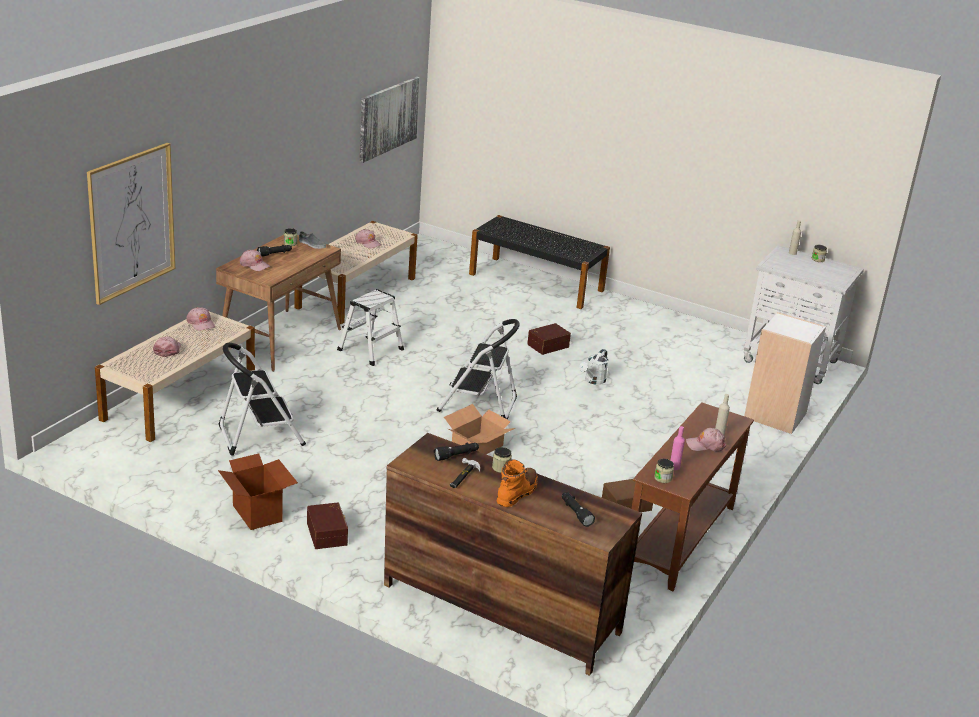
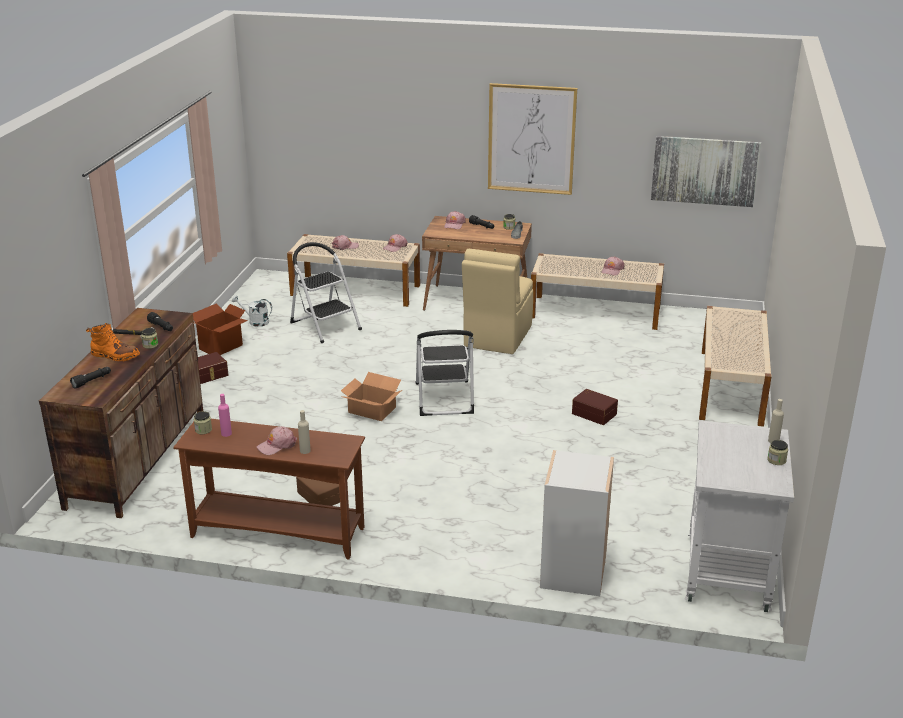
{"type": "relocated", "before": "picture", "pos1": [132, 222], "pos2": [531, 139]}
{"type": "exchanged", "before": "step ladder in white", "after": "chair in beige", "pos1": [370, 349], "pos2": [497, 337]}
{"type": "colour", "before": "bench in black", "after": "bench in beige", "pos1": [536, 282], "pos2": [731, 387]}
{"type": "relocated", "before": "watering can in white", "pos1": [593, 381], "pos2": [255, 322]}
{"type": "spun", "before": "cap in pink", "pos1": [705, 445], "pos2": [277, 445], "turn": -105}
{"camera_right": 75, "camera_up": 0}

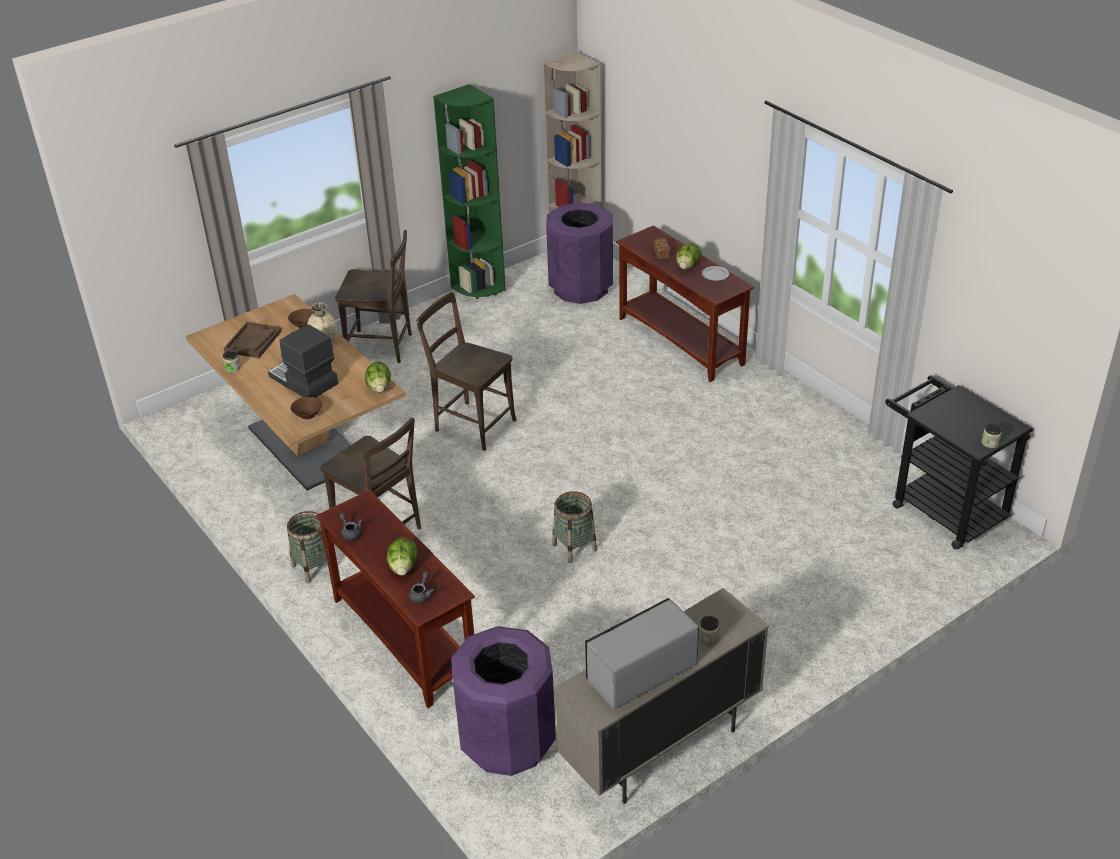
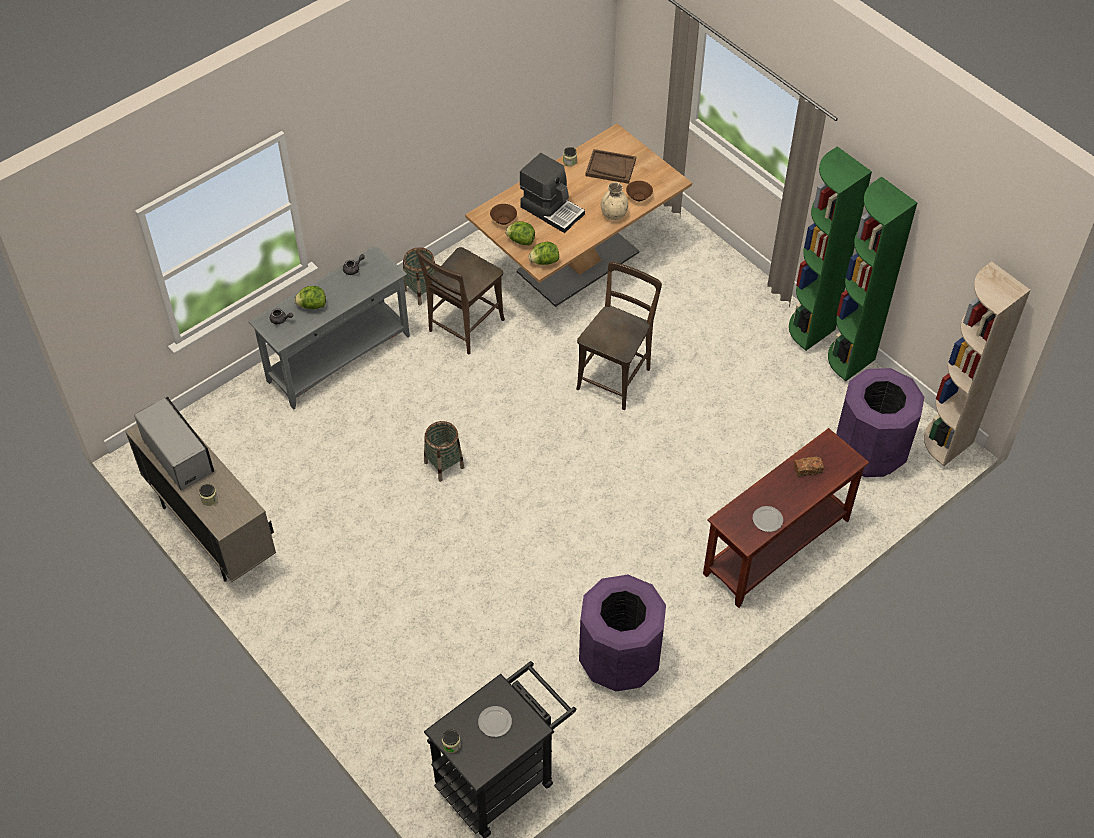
{"type": "spun", "before": "coffee machine", "pos1": [303, 381], "pos2": [552, 210], "turn": 90}
{"type": "colour", "before": "console table in brown", "after": "console table in grey", "pos1": [403, 638], "pos2": [339, 358]}
{"type": "missing", "before": "chair in brown", "pos1": [383, 347]}
{"type": "relocated", "before": "trash can in purple", "pos1": [508, 742], "pos2": [619, 660]}
{"type": "relocated", "before": "lettuce", "pos1": [687, 266], "pos2": [520, 241]}
{"type": "appeared", "after": "plate", "pos2": [494, 722]}
{"type": "appeared", "after": "bookcase in green", "pos2": [807, 332]}
{"camera_right": 85, "camera_up": 15}

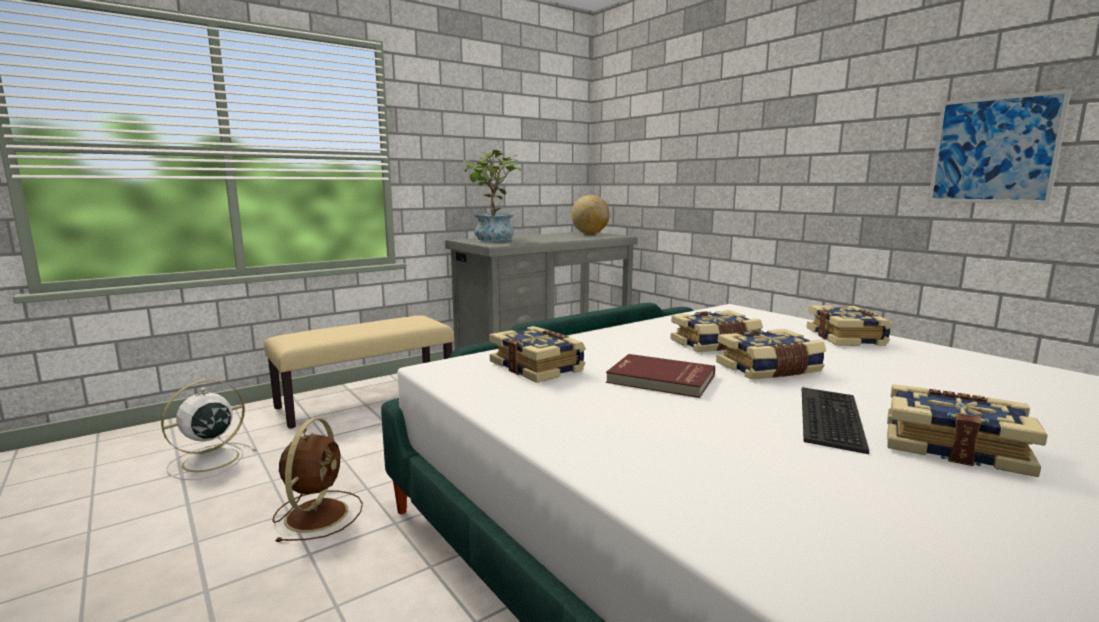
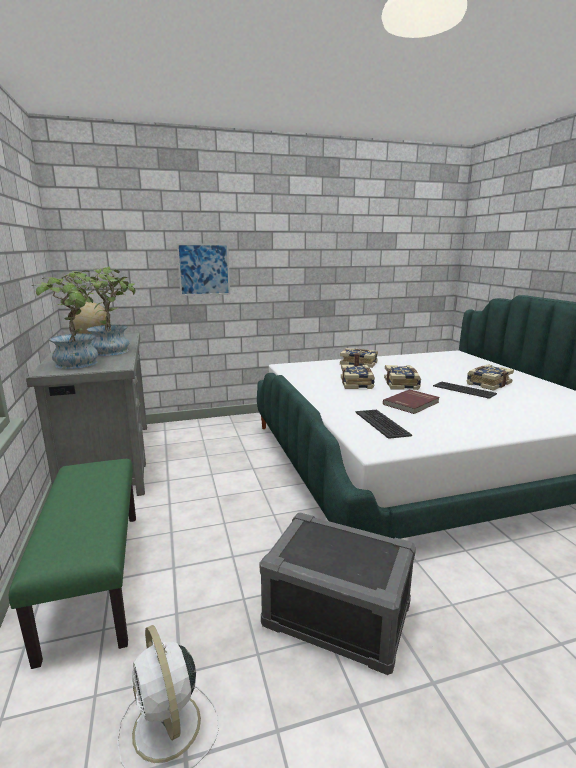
{"type": "colour", "before": "bench in beige", "after": "bench in green", "pos1": [367, 399], "pos2": [93, 577]}
{"type": "exchanged", "before": "fan in brown", "after": "storage box in grey", "pos1": [318, 513], "pos2": [336, 616]}
{"type": "exchanged", "before": "book", "after": "keyboard", "pos1": [538, 367], "pos2": [382, 424]}
{"type": "relocated", "before": "picture", "pos1": [993, 150], "pos2": [204, 269]}
{"type": "appeared", "after": "potted plant", "pos2": [114, 350]}
{"camera_right": -70, "camera_up": 5}

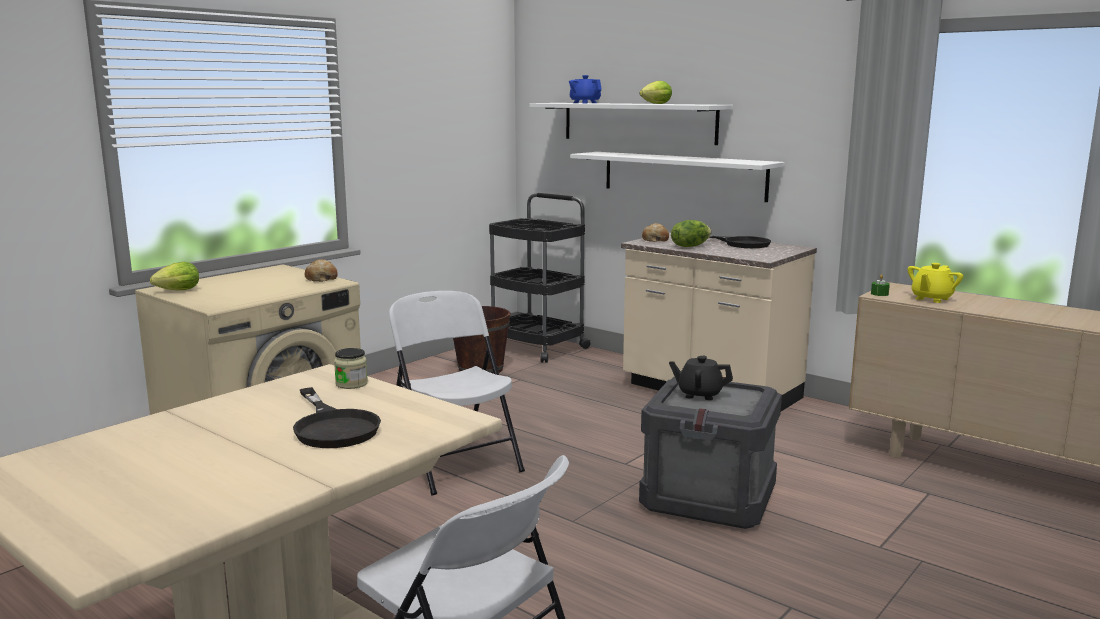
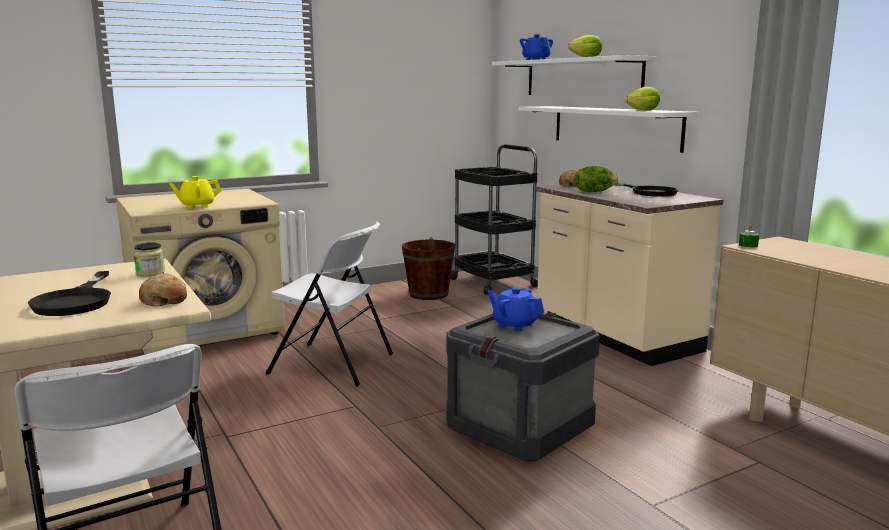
{"type": "relocated", "before": "lettuce", "pos1": [175, 291], "pos2": [641, 110]}
{"type": "relocated", "before": "bread", "pos1": [321, 278], "pos2": [164, 300]}
{"type": "spun", "before": "chair in white", "pos1": [454, 462], "pos2": [331, 364], "turn": 120}
{"type": "colour", "before": "teapot in black", "after": "teapot in blue", "pos1": [699, 394], "pos2": [514, 325]}
{"type": "relocated", "before": "teapot in yellow", "pos1": [931, 299], "pos2": [197, 206]}
{"camera_right": 20, "camera_up": 0}

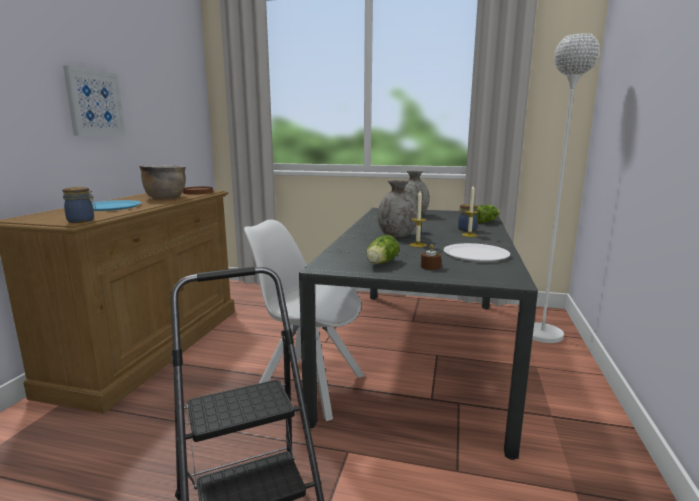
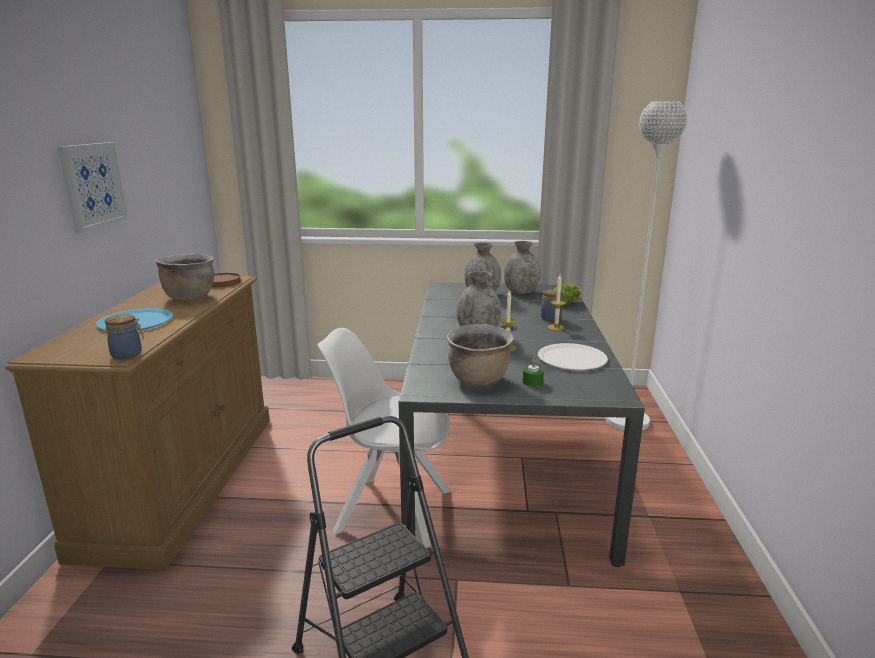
{"type": "exchanged", "before": "lettuce", "after": "cooking pot in brown", "pos1": [380, 263], "pos2": [479, 380]}
{"type": "colour", "before": "candle in brown", "after": "candle in green", "pos1": [430, 267], "pos2": [532, 382]}
{"type": "appeared", "after": "vase in grey", "pos2": [520, 292]}
{"camera_right": -10, "camera_up": 5}

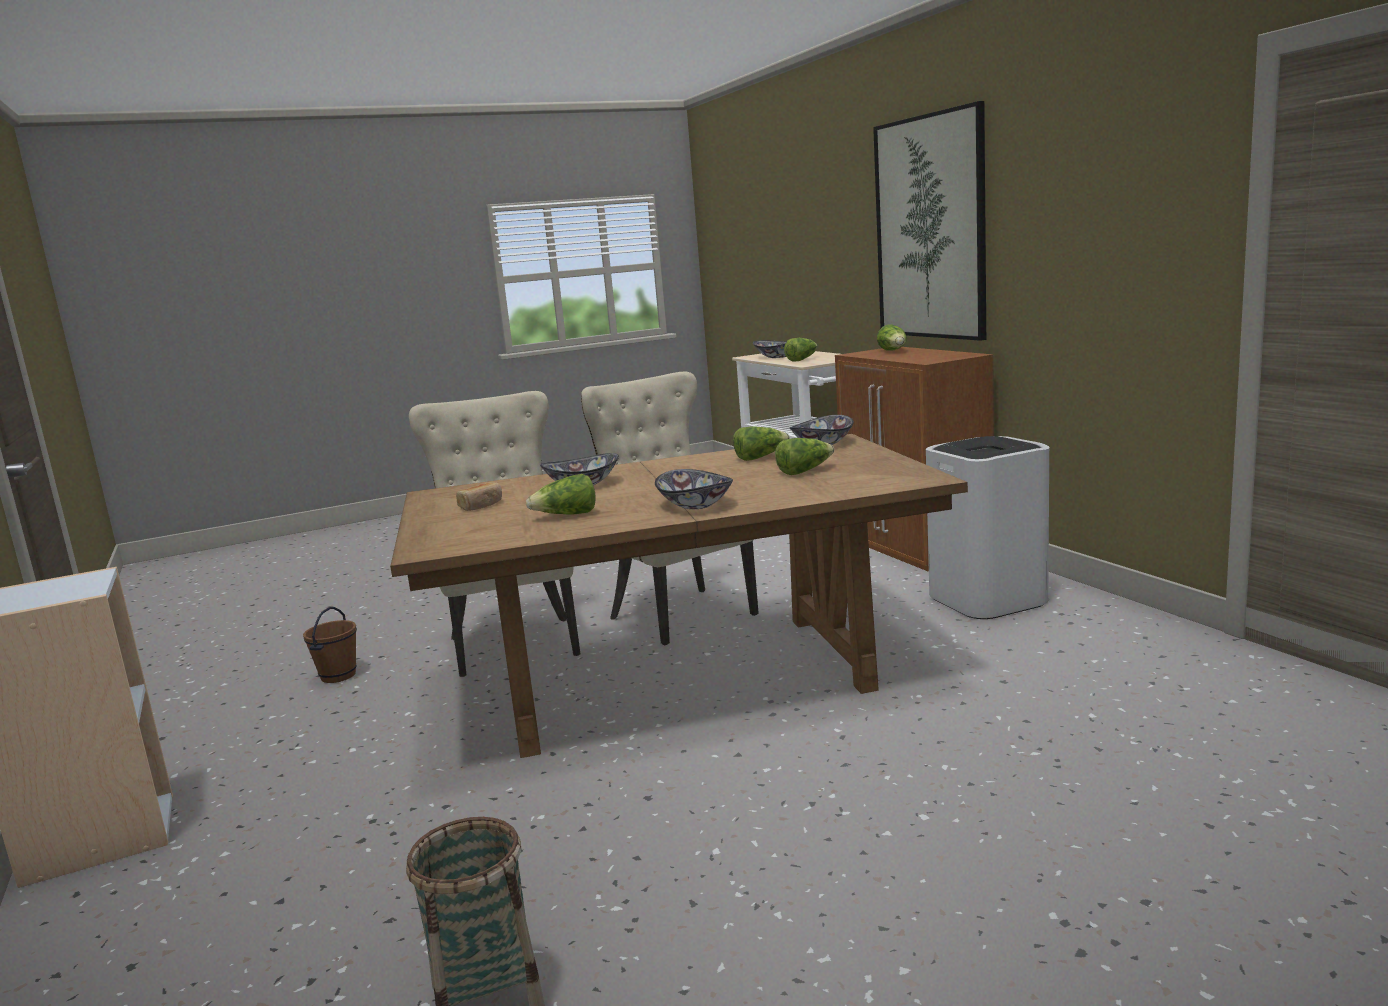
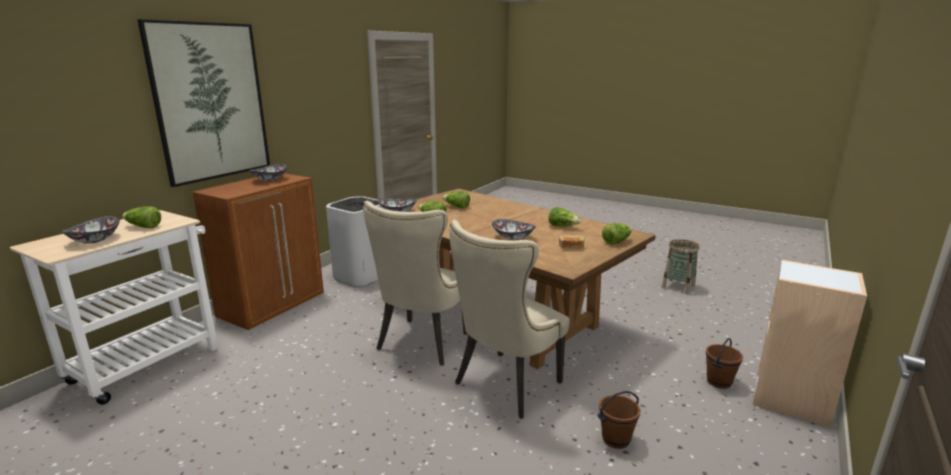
{"type": "relocated", "before": "bowl", "pos1": [696, 505], "pos2": [269, 179]}
{"type": "relocated", "before": "lettuce", "pos1": [894, 351], "pos2": [616, 242]}
{"type": "appeared", "after": "bucket in brown", "pos2": [719, 382]}
{"camera_right": -125, "camera_up": 5}

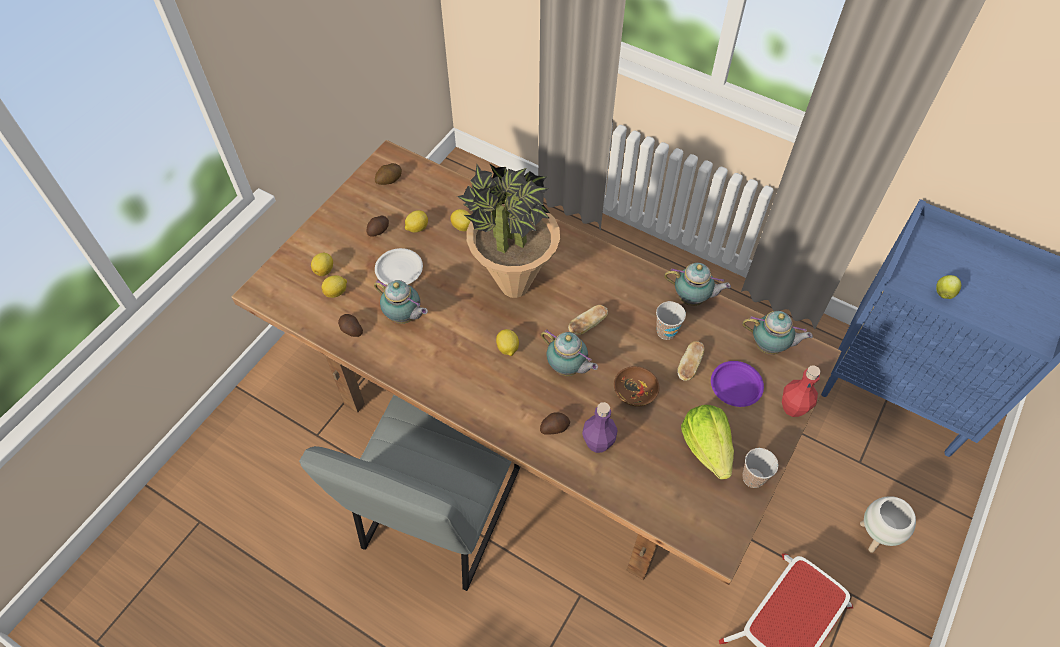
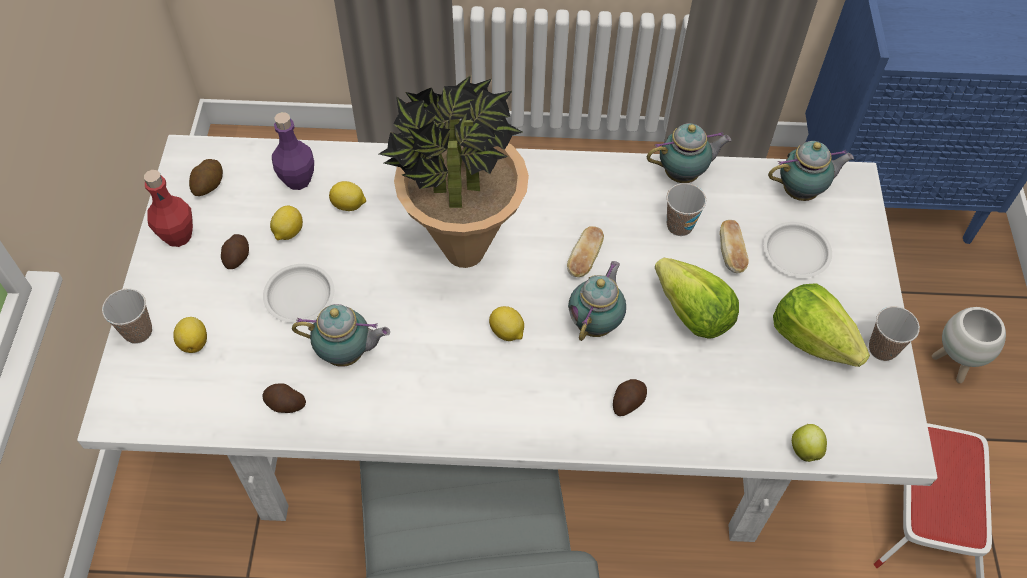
{"type": "colour", "before": "dining table in brown", "after": "dining table in white", "pos1": [527, 418], "pos2": [508, 420]}
{"type": "missing", "before": "lemon", "pos1": [336, 292]}
{"type": "spun", "before": "teapot", "pos1": [567, 368], "pos2": [596, 323], "turn": -75}
{"type": "relocated", "before": "bottle in purple", "pos1": [598, 443], "pos2": [298, 180]}
{"type": "exchanged", "before": "bowl in brown", "after": "lettuce", "pos1": [634, 392], "pos2": [691, 314]}
{"type": "colour", "before": "plate in purple", "after": "plate in white", "pos1": [735, 386], "pos2": [796, 253]}
{"type": "relocated", "before": "bottle in red", "pos1": [793, 408], "pos2": [178, 236]}
{"type": "relocated", "before": "apple", "pos1": [944, 293], "pos2": [805, 449]}
{"type": "appeared", "after": "cup", "pos2": [138, 332]}
{"camera_right": -30, "camera_up": 0}

